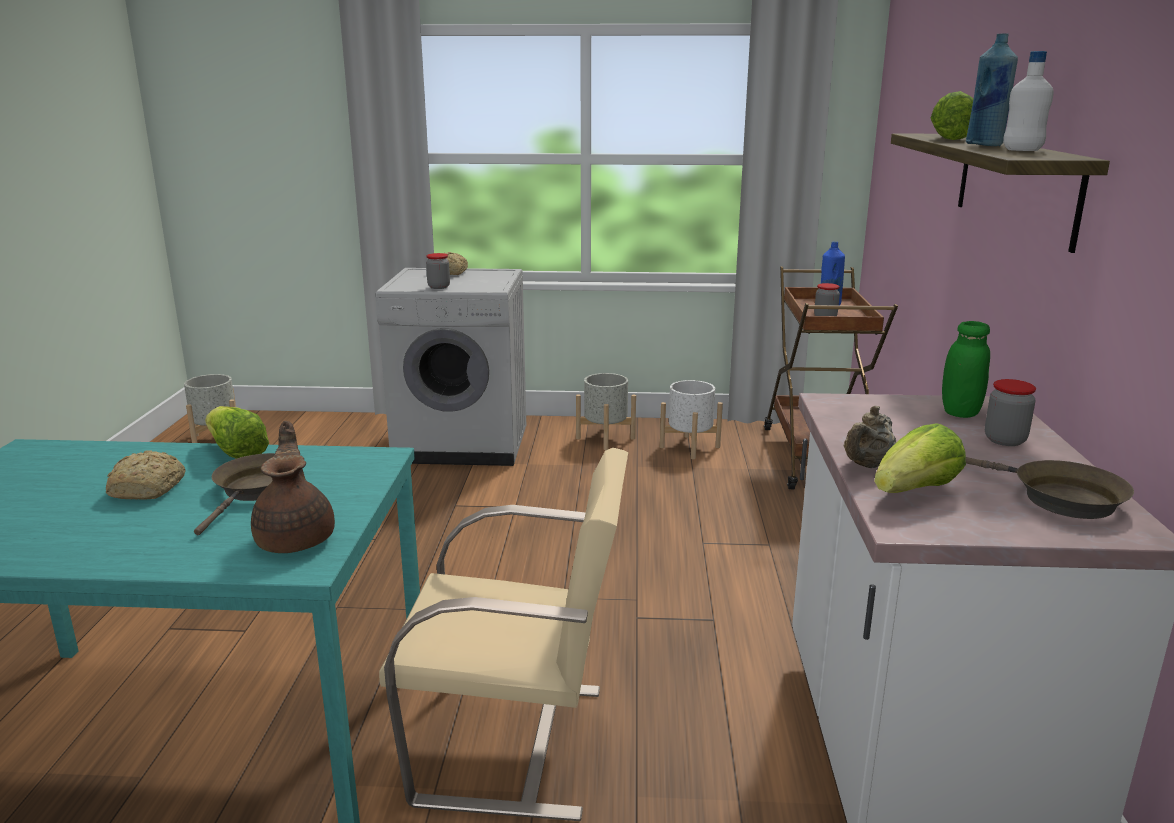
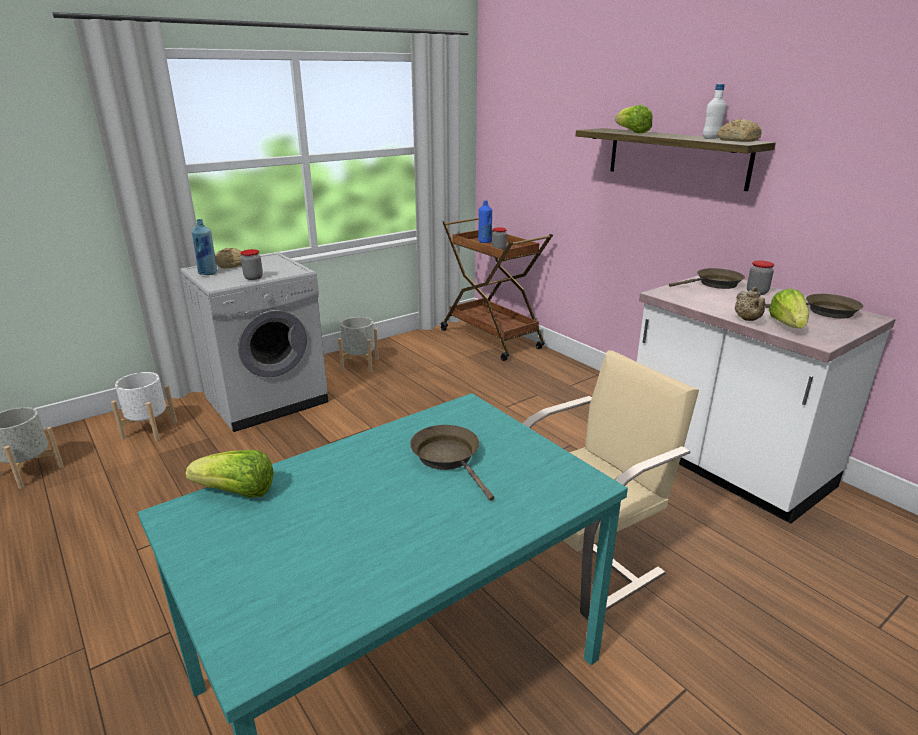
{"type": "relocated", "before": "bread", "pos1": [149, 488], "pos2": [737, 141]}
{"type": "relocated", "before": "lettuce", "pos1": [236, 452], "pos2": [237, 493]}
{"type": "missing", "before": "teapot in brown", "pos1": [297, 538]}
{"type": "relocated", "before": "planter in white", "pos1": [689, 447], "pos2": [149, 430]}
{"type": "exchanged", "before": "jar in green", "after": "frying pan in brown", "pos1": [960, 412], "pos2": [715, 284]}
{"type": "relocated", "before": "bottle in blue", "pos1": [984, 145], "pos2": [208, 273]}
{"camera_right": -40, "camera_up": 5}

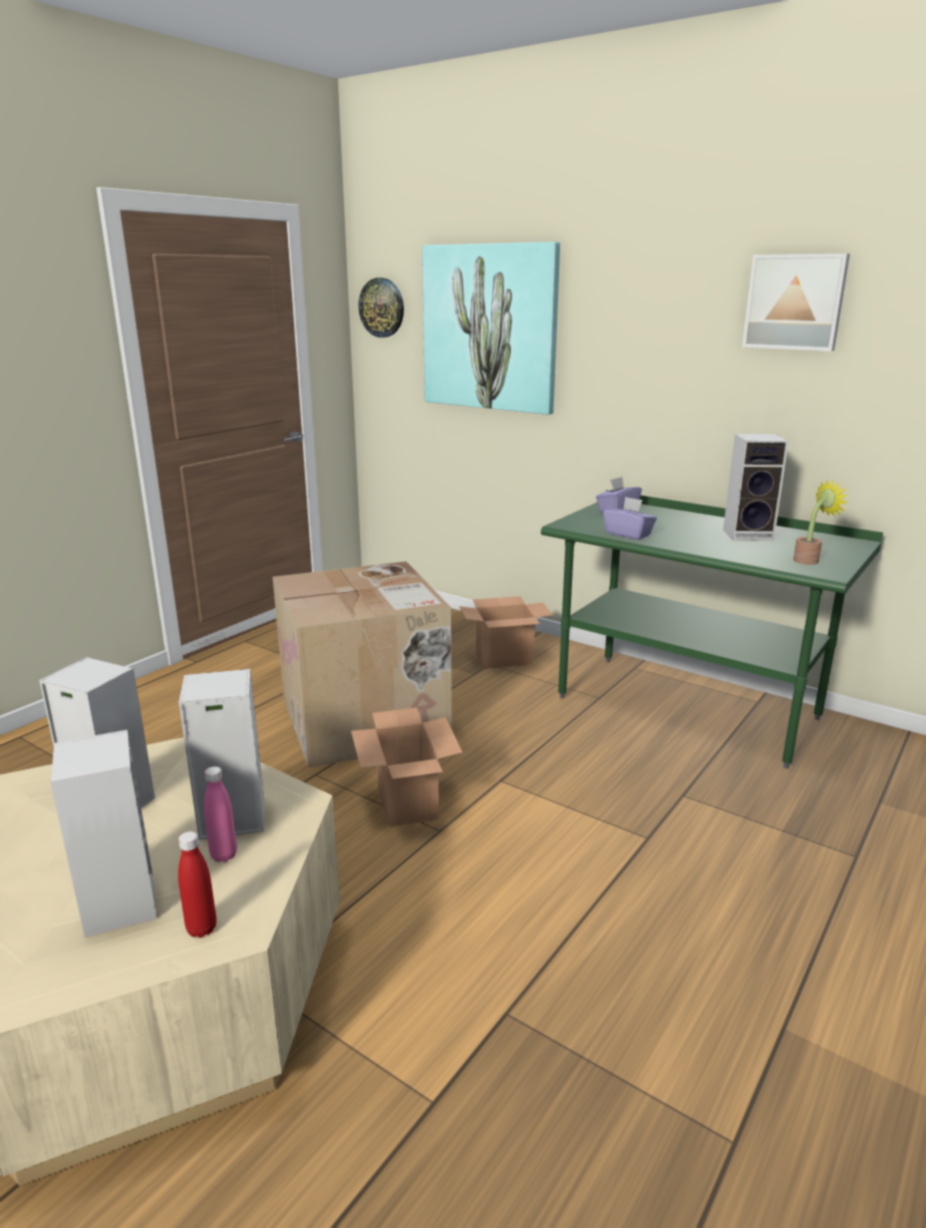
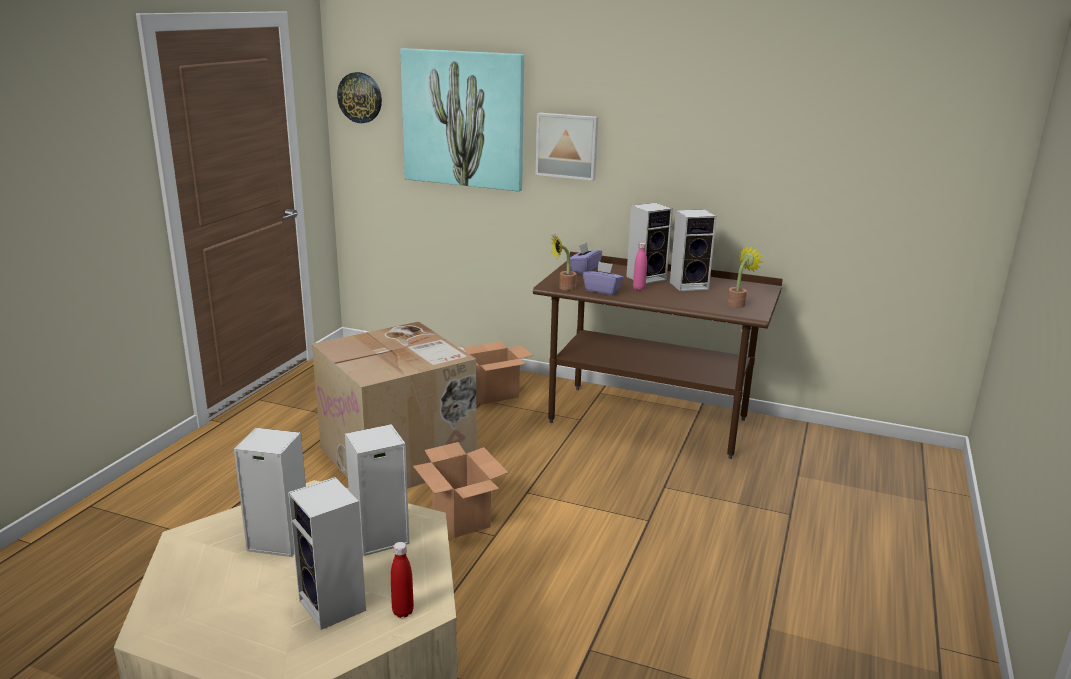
{"type": "relocated", "before": "bottle in pink", "pos1": [224, 855], "pos2": [639, 288]}
{"type": "colour", "before": "desk in green", "after": "desk in brown", "pos1": [686, 707], "pos2": [648, 420]}
{"type": "relocated", "before": "picture", "pos1": [795, 302], "pos2": [567, 145]}
{"type": "appeared", "after": "potted plant", "pos2": [564, 288]}
{"type": "appeared", "after": "speaker", "pos2": [647, 278]}
{"camera_right": -15, "camera_up": 0}

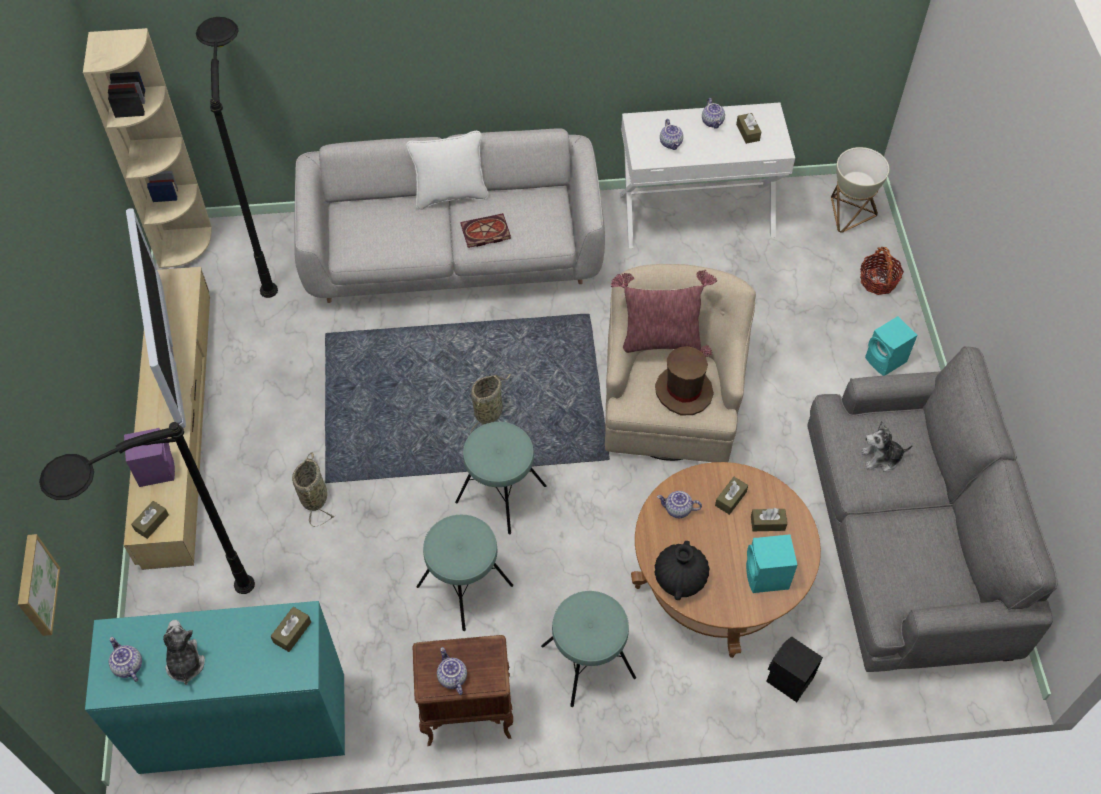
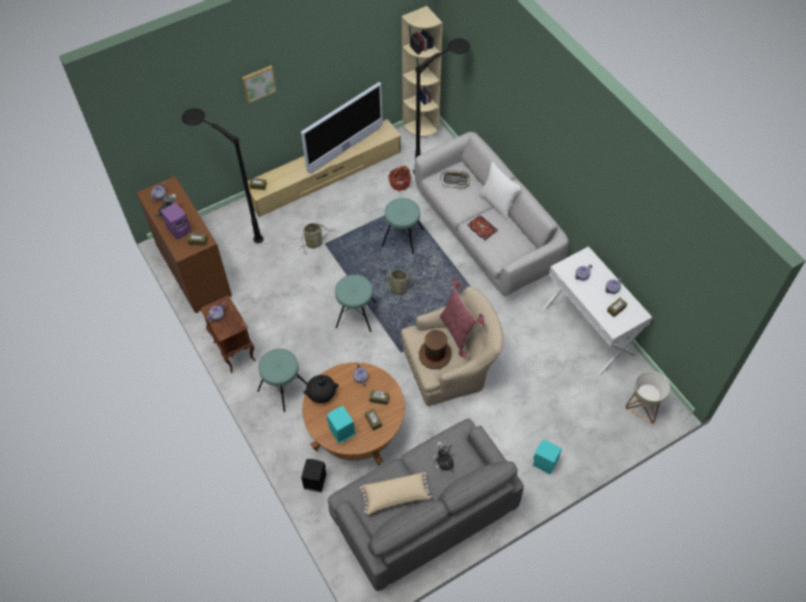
{"type": "relocated", "before": "picture", "pos1": [35, 585], "pos2": [258, 83]}
{"type": "colour", "before": "dresser in turquoise", "after": "dresser in brown", "pos1": [244, 725], "pos2": [194, 271]}
{"type": "relocated", "before": "speaker in purple", "pos1": [156, 469], "pos2": [180, 229]}
{"type": "relocated", "before": "stool in turquoise", "pos1": [464, 586], "pos2": [402, 238]}
{"type": "relocated", "before": "basket", "pos1": [878, 281], "pos2": [399, 183]}
{"type": "appeared", "after": "pillow in beige", "pos2": [395, 496]}
{"type": "appeared", "after": "tray", "pos2": [455, 180]}
{"camera_right": 65, "camera_up": 0}

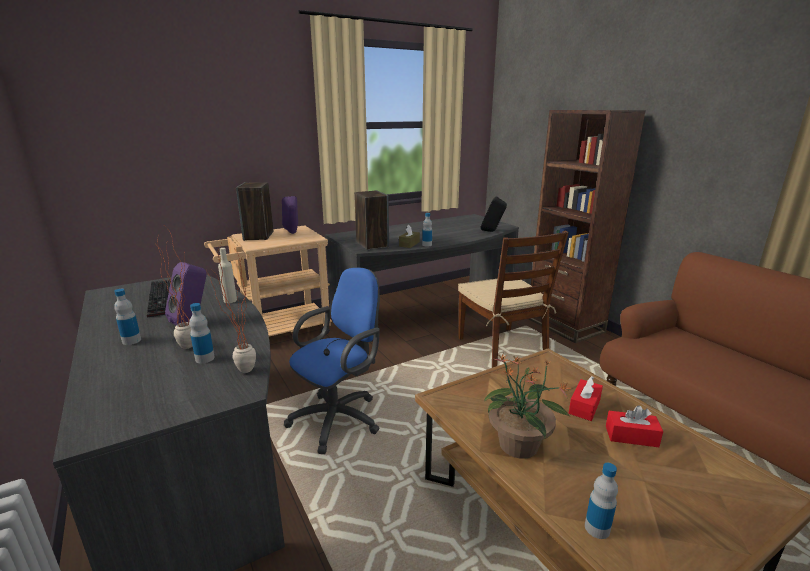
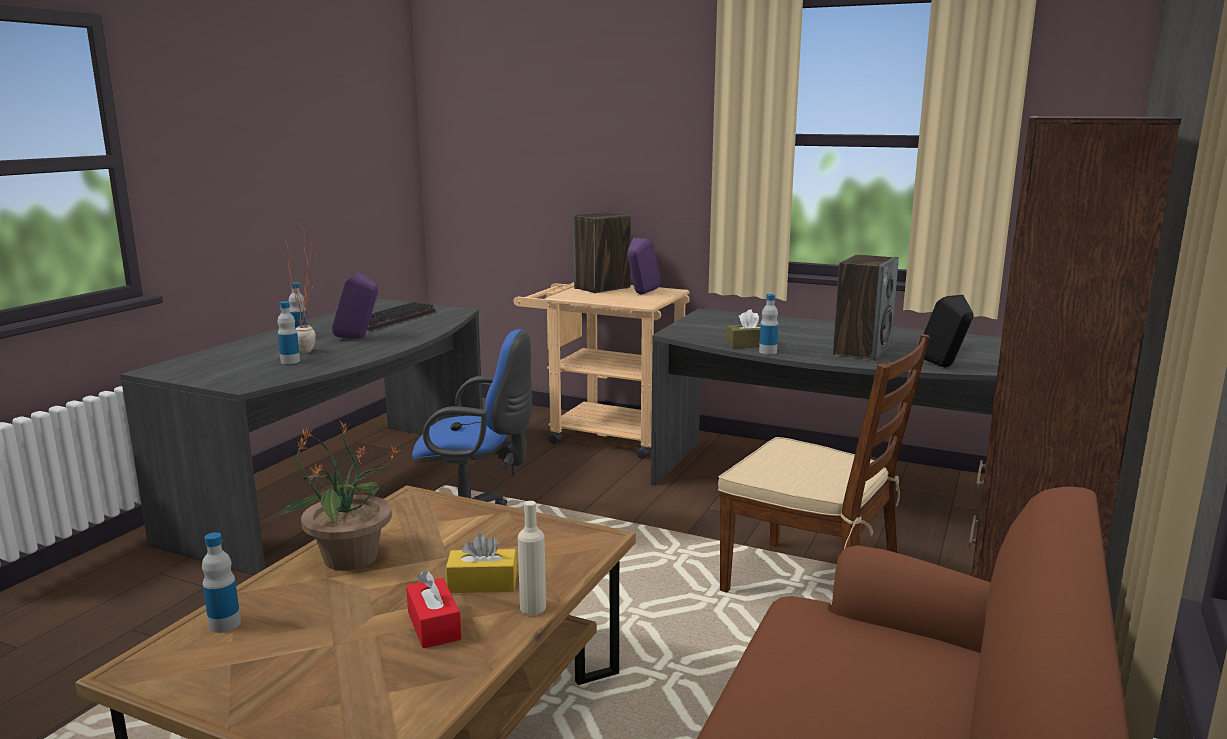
{"type": "missing", "before": "potted plant", "pos1": [240, 373]}
{"type": "relocated", "before": "bottle in beige", "pos1": [230, 300], "pos2": [533, 607]}
{"type": "relocated", "before": "speaker", "pos1": [372, 244], "pos2": [861, 351]}
{"type": "spun", "before": "chair in brown", "pos1": [502, 348], "pos2": [812, 585], "turn": -90}
{"type": "colour", "before": "tissue box in red", "after": "tissue box in yellow", "pos1": [584, 406], "pos2": [482, 583]}
{"camera_right": 55, "camera_up": -5}

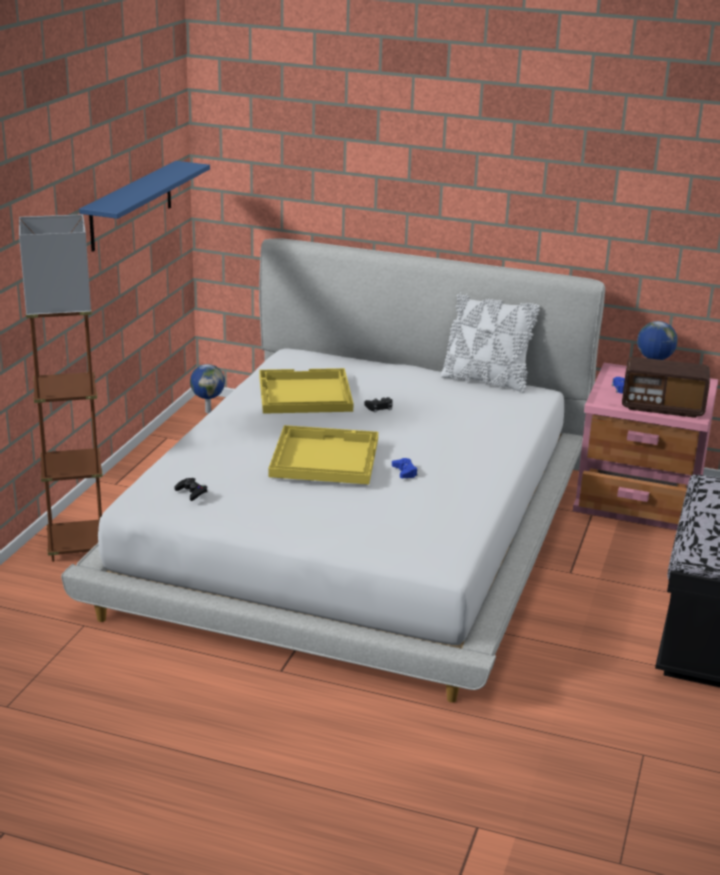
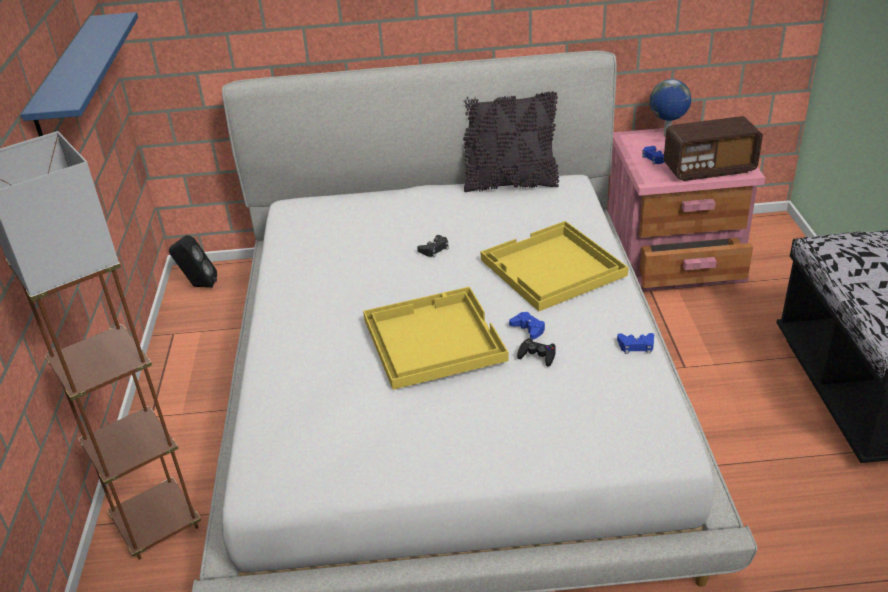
{"type": "relocated", "before": "game controller in black", "pos1": [191, 492], "pos2": [537, 355]}
{"type": "exchanged", "before": "globe", "after": "speaker in black", "pos1": [208, 411], "pos2": [198, 286]}
{"type": "relocated", "before": "tray in yellow", "pos1": [304, 394], "pos2": [552, 268]}
{"type": "colour", "before": "pillow in white", "after": "pillow in black", "pos1": [486, 380], "pos2": [510, 183]}
{"type": "appeared", "after": "game controller in blue", "pos2": [636, 346]}
{"camera_right": -20, "camera_up": 10}

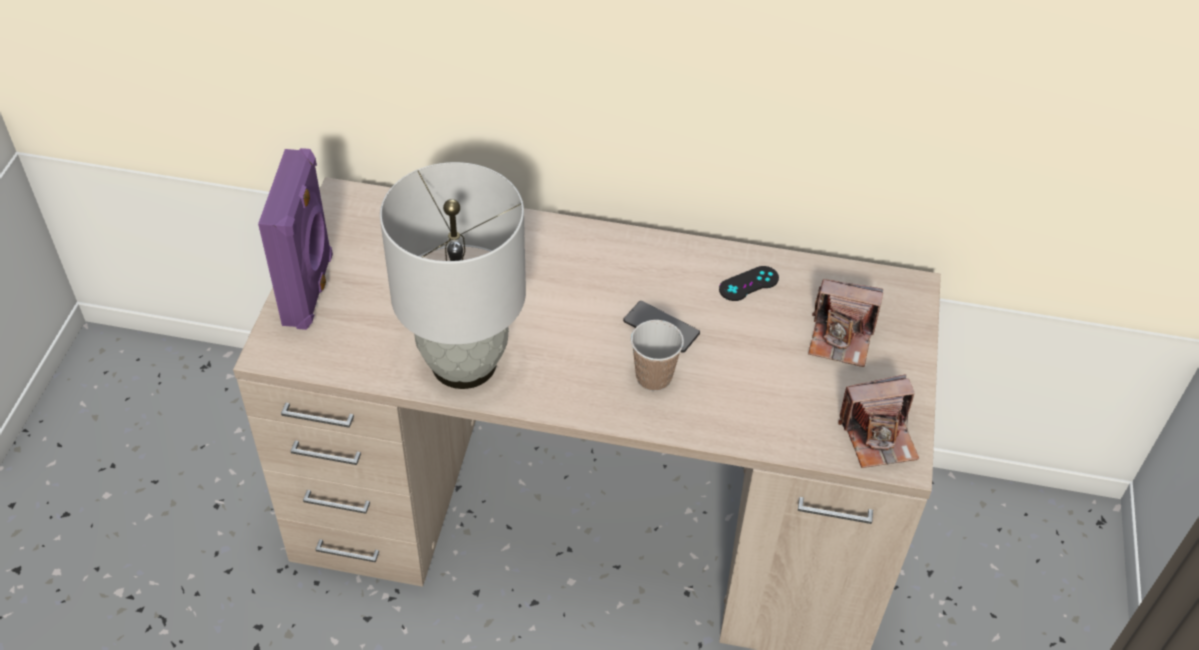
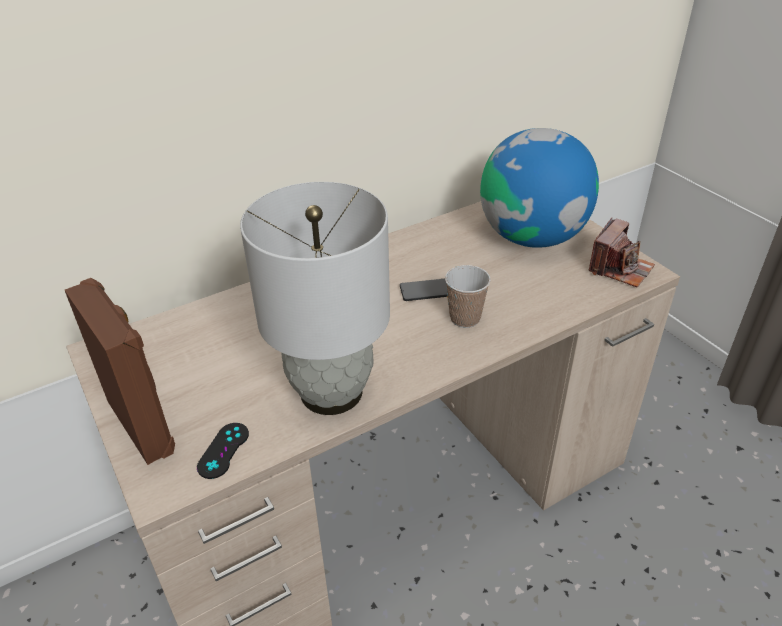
{"type": "colour", "before": "speaker in purple", "after": "speaker in brown", "pos1": [310, 290], "pos2": [143, 424]}
{"type": "relocated", "before": "game controller in black", "pos1": [748, 284], "pos2": [223, 450]}
{"type": "exchanged", "before": "photo camera", "after": "globe", "pos1": [841, 338], "pos2": [532, 236]}
{"camera_right": -40, "camera_up": -10}

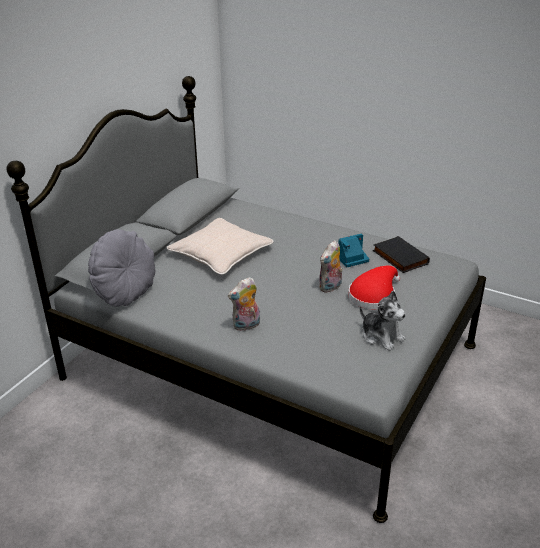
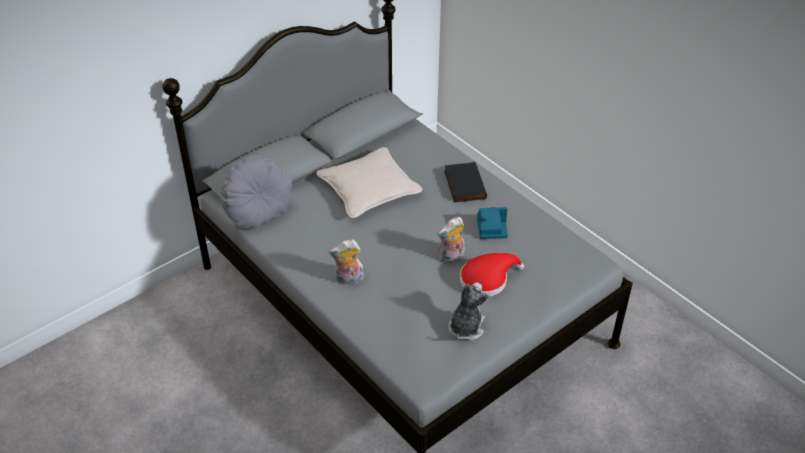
{"type": "spun", "before": "plush toy", "pos1": [381, 336], "pos2": [466, 327], "turn": -135}
{"type": "relocated", "before": "book in black", "pos1": [399, 257], "pos2": [463, 184]}
{"camera_right": 20, "camera_up": 10}

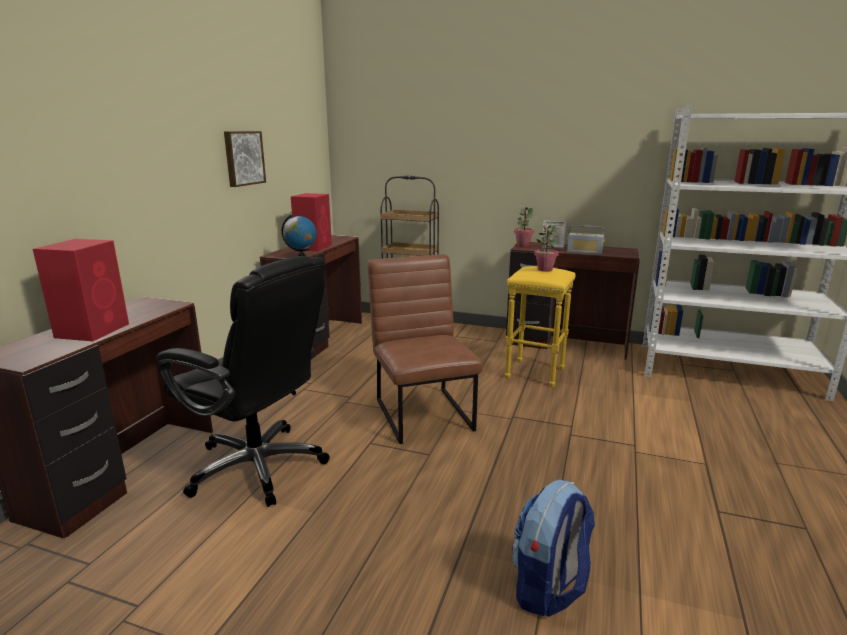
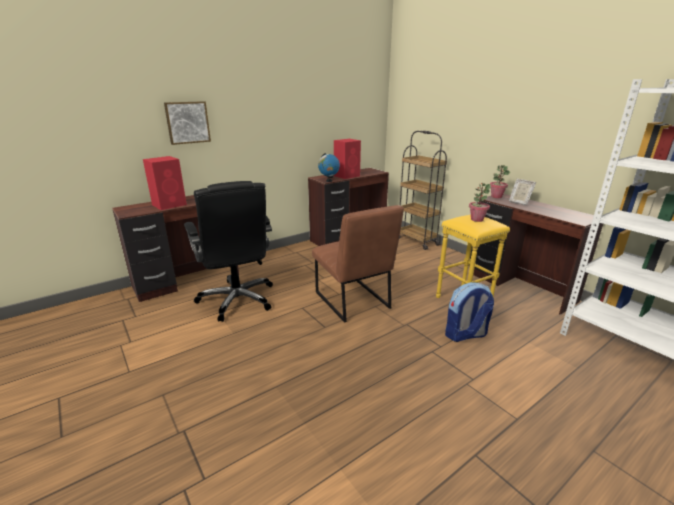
{"type": "relocated", "before": "picture", "pos1": [243, 158], "pos2": [187, 122]}
{"type": "spun", "before": "chair in brown", "pos1": [423, 412], "pos2": [352, 301], "turn": 135}
{"type": "relocated", "before": "backpack", "pos1": [549, 588], "pos2": [465, 335]}
{"type": "missing", "before": "radio", "pos1": [584, 252]}
{"camera_right": 35, "camera_up": 5}

